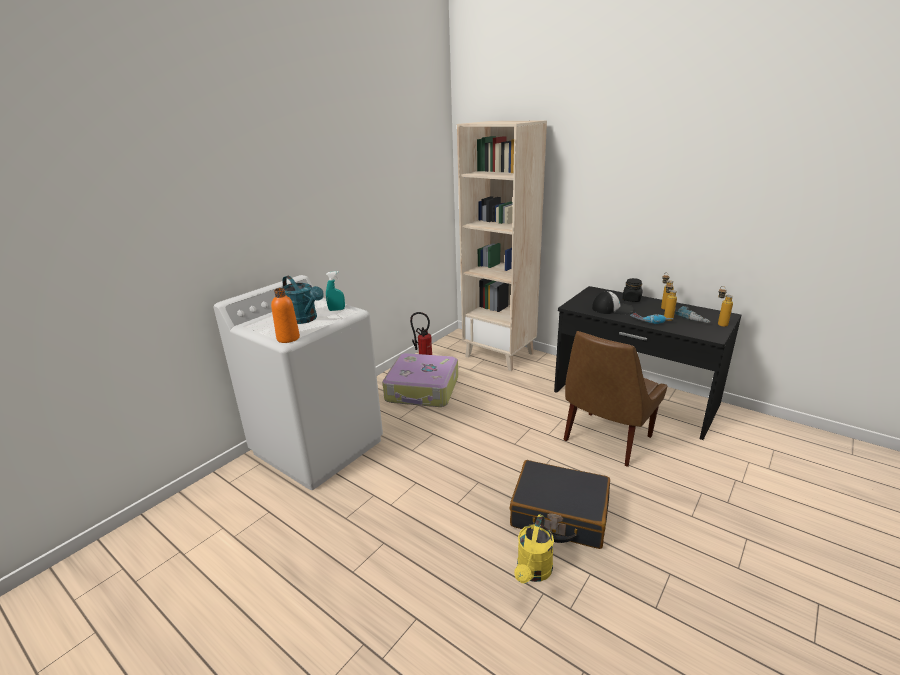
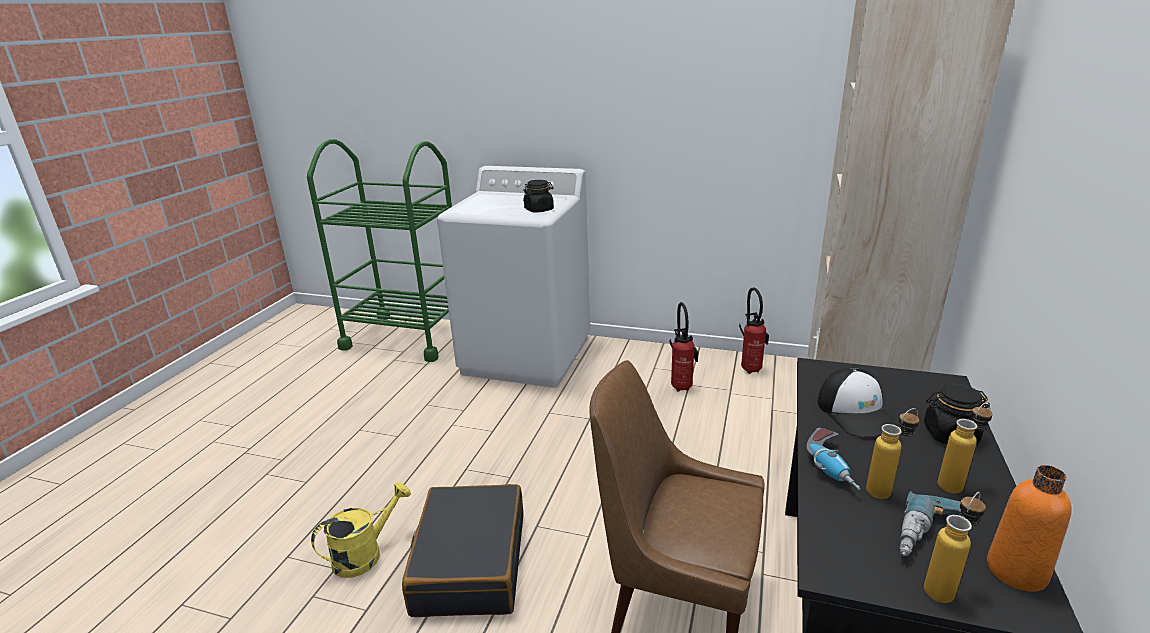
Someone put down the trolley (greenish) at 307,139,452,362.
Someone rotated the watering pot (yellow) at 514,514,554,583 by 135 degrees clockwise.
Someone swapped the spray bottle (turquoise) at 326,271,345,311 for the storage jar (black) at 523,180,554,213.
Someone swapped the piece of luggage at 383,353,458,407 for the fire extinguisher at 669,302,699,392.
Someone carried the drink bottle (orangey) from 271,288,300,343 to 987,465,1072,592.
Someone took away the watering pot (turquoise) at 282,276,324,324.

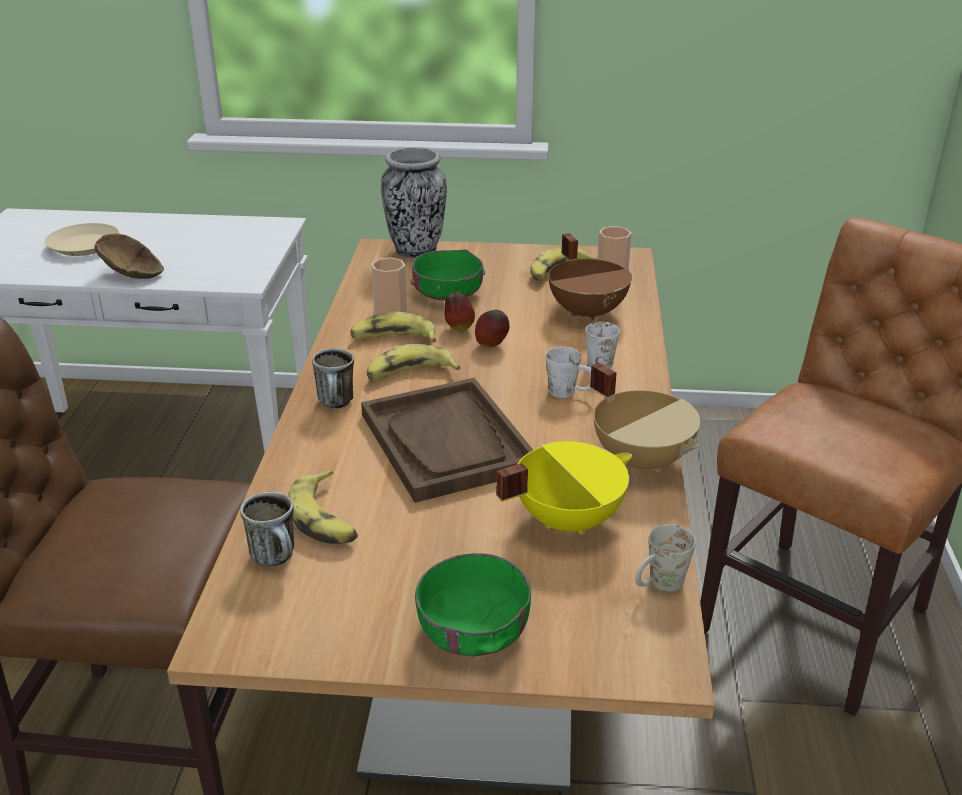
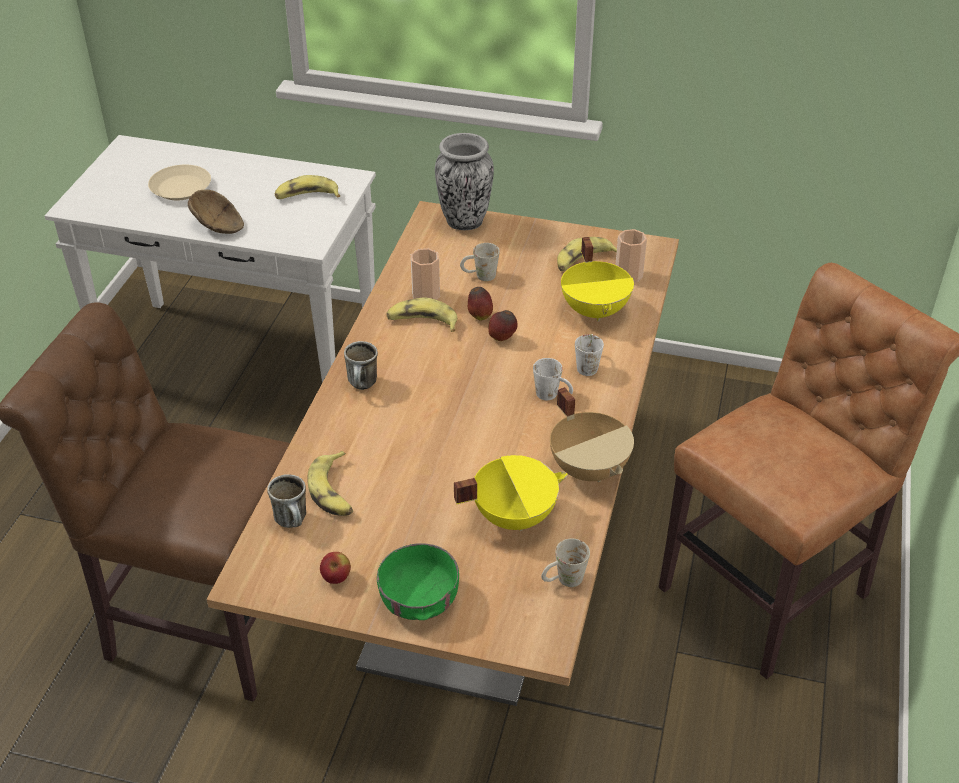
Someone carried the banana from 367,344,460,380 to 275,175,340,199.
Someone put down the apple fruit at 320,552,351,584.
Someone swapped the serving bowl (greenish) at 410,249,485,301 for the tea mug (white-coloured) at 460,243,500,281.
Someone repainted the stockpot (brown-coloured) at 548,233,632,322, which became the stockpot (yellow) at 561,237,634,322.
Someone took away the serving tray (brown-coloured) at 361,378,533,503.

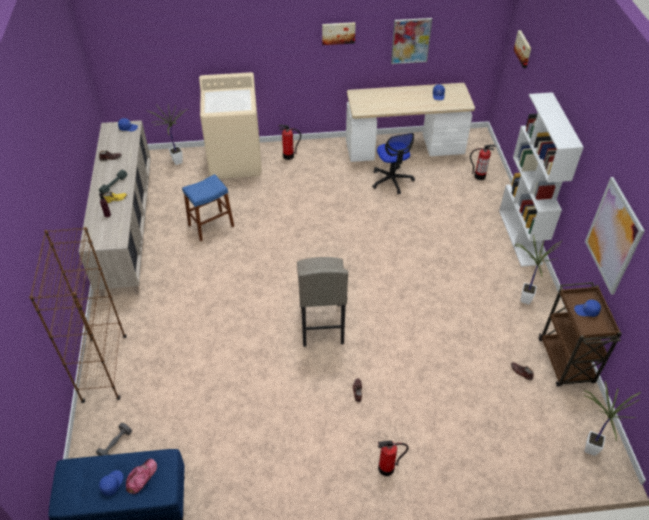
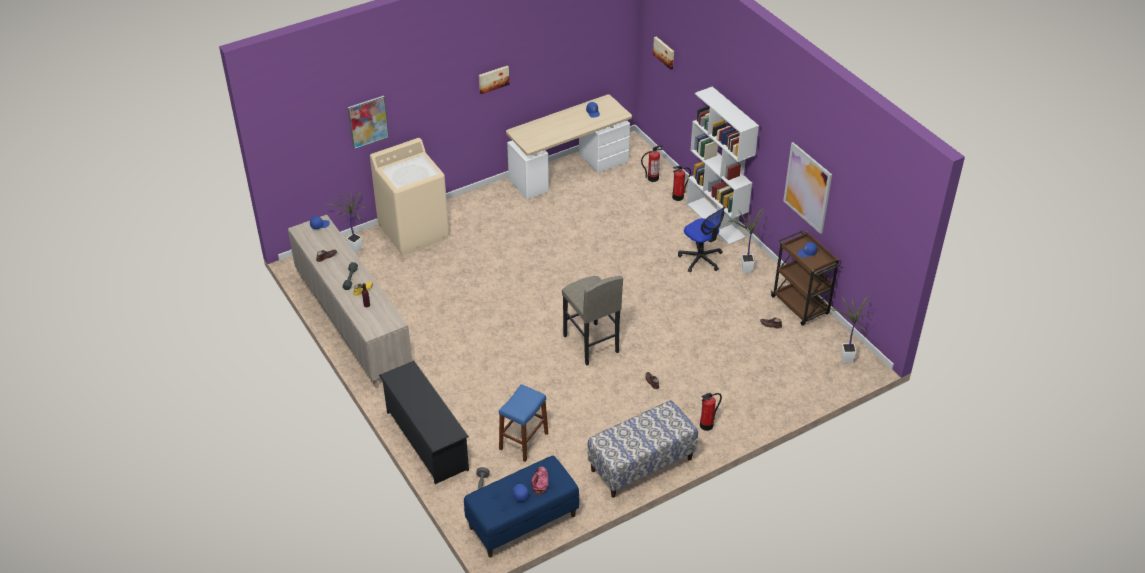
Someone carried the wall art from 391,18,432,64 to 347,96,389,149.
Someone swapped the bookcase (brown-coloured) at 29,227,127,403 for the shoe stand (black) at 379,361,469,484.
Someone carried the sitting stool (bluish) from 182,174,234,241 to 499,384,548,462.
Someone put down the bench at 588,400,698,498.
Someone carried the fire extinguisher from 279,125,301,160 to 672,166,691,201.
Someone carried the office chair from 372,133,415,194 to 678,207,725,273.

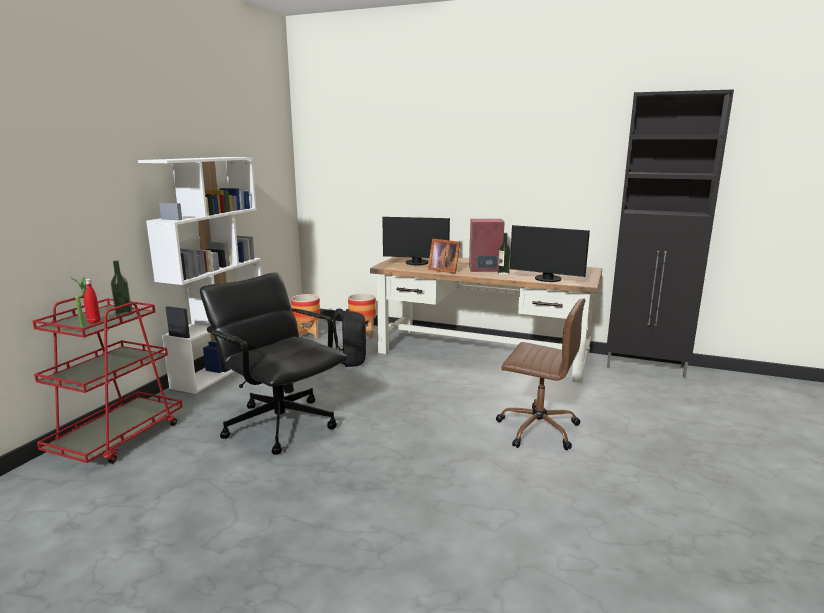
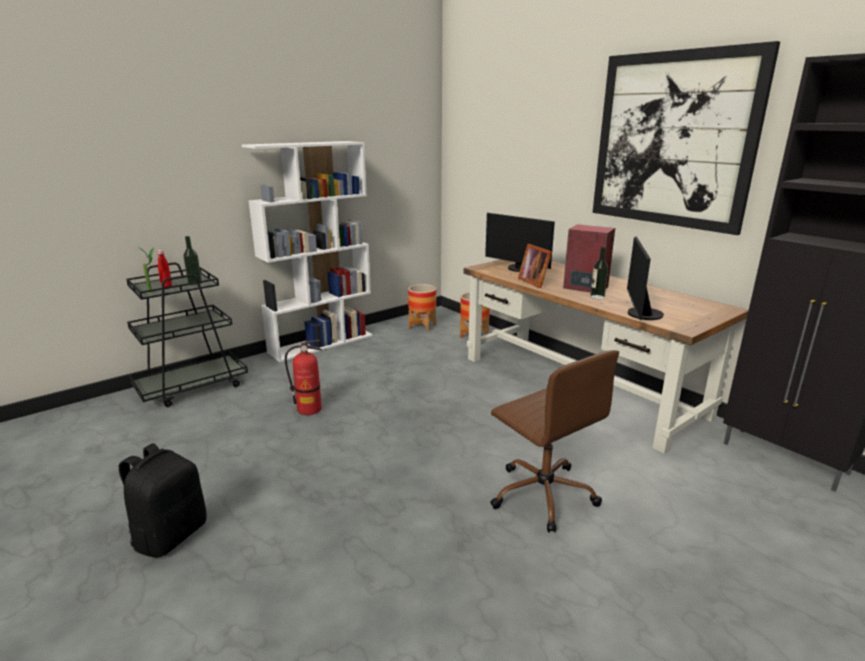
Someone carried the rucksack (black) from 333,309,366,367 to 119,443,207,557.
Someone repainted the trolley (red) at 33,297,183,464, which became the trolley (black) at 126,262,248,407.
Someone swapped the office chair (black) at 200,272,347,455 for the fire extinguisher at 285,340,322,415.
Someone put up the wall art at 593,41,780,235.
Someone rotated the computer screen at 510,225,590,282 by 45 degrees clockwise.

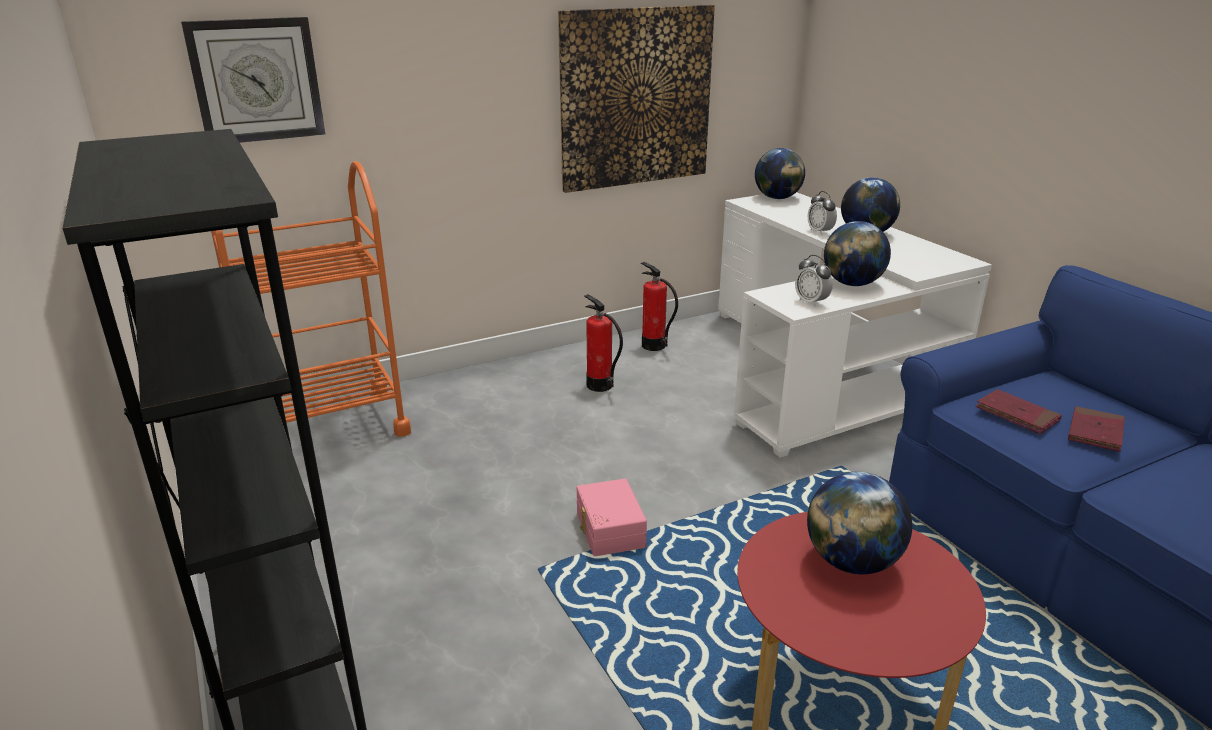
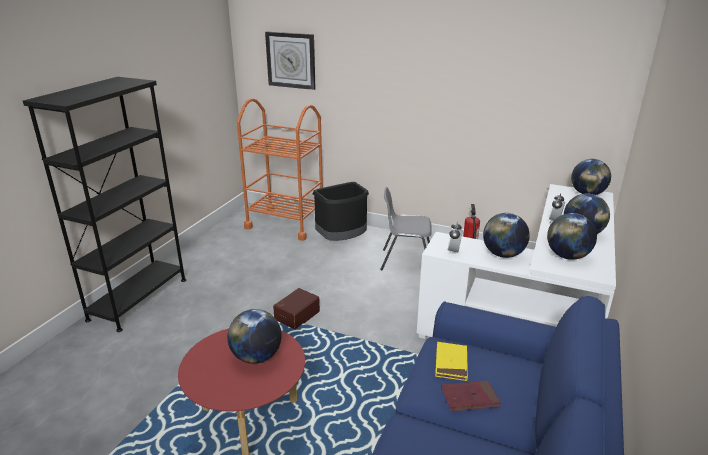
Someone repainted the storage container (pink) at 577,479,647,556, which became the storage container (brown-coloured) at 273,288,320,329.
Someone put down the waste bin (black) at 313,182,369,241.
Someone swapped the fire extinguisher at 584,294,623,392 for the plain chair (gray) at 380,187,432,271.
Someone repainted the volume (red) at 976,389,1062,434, which became the volume (yellow) at 435,342,468,381.
Someone put down the globe at 547,213,597,260.
Someone took away the wall art at 558,5,715,193.

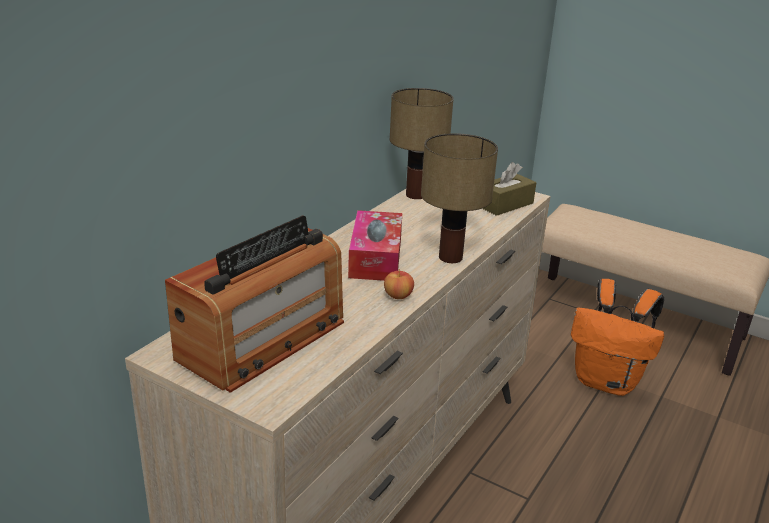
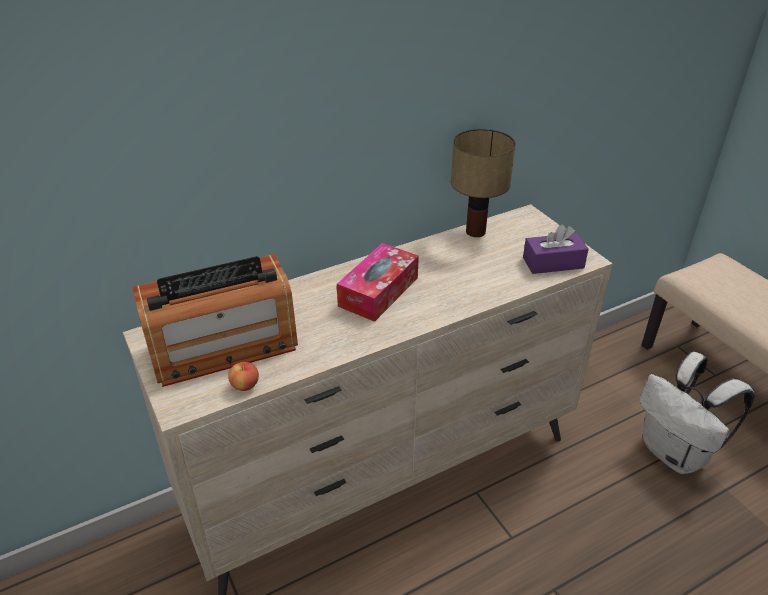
Someone carried the apple fruit from 384,269,414,299 to 228,362,259,391.
Someone repainted the tissue box (brown-coloured) at 482,162,536,216, which became the tissue box (purple) at 523,224,589,274.
Someone repainted the rucksack (orangey) at 571,279,664,396, which became the rucksack (white-coloured) at 640,352,755,474.
Someone took away the table lamp at 421,133,498,263.

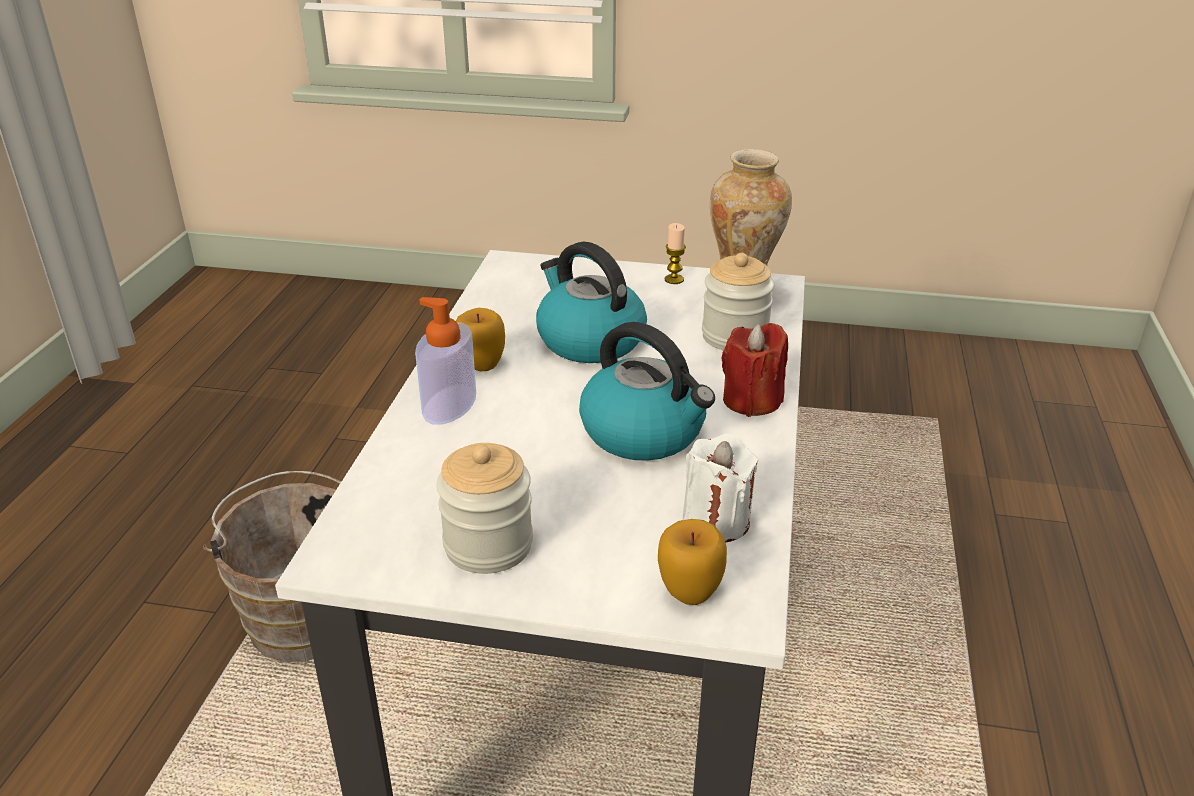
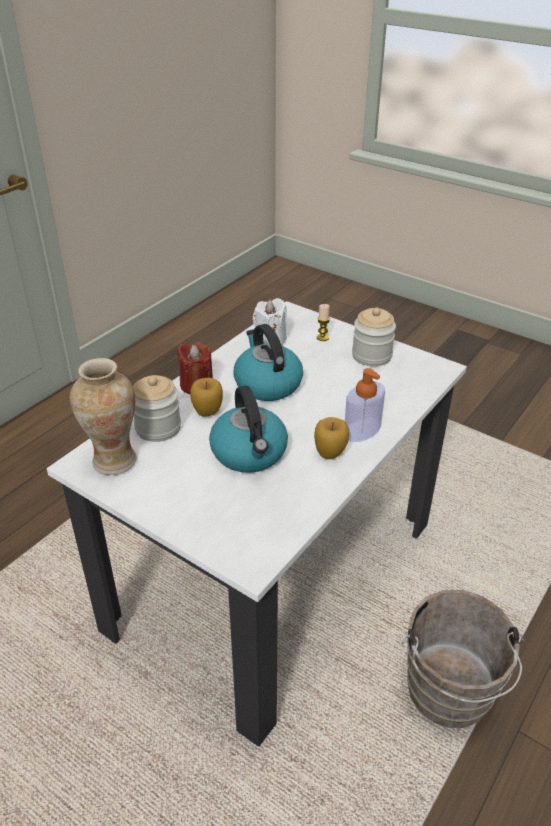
Someone carried the apple fruit from 658,519,727,605 to 190,378,223,417.
Someone carried the wax light from 665,223,686,284 to 317,304,330,341.

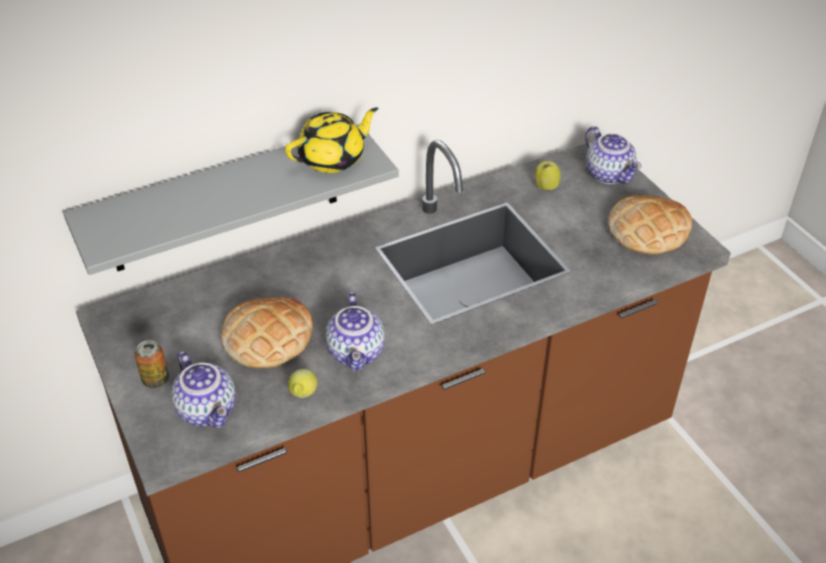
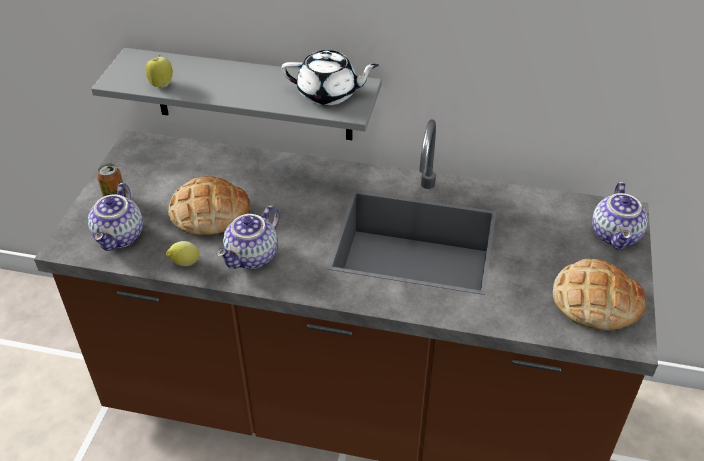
Someone carried the apple fruit from 535,159,561,190 to 145,55,173,88.
Someone repainted the teapot (yellow) at 285,107,378,173, which became the teapot (white-coloured) at 281,50,379,105.

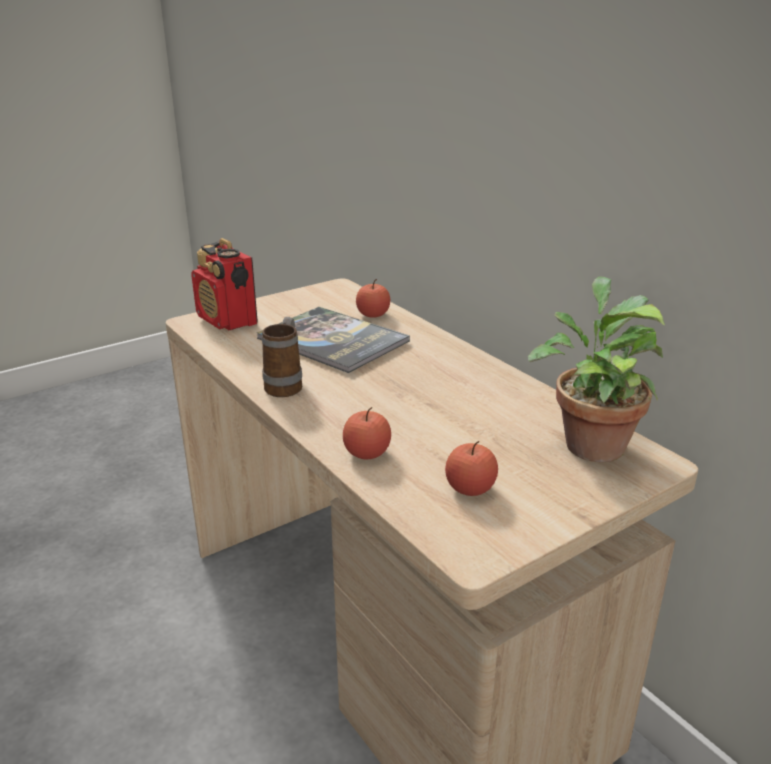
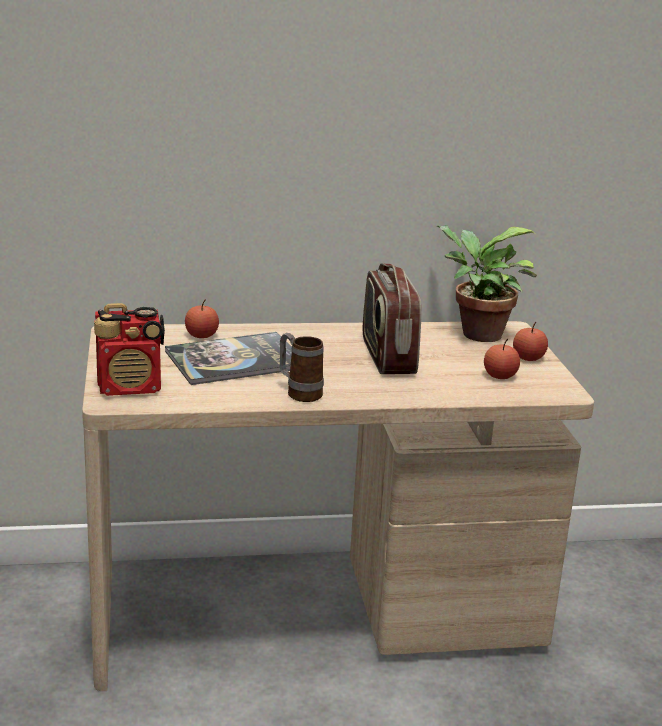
Someone put down the radio set at 363,263,422,374.
Someone carried the apple fruit from 343,407,391,459 to 513,322,548,361.

